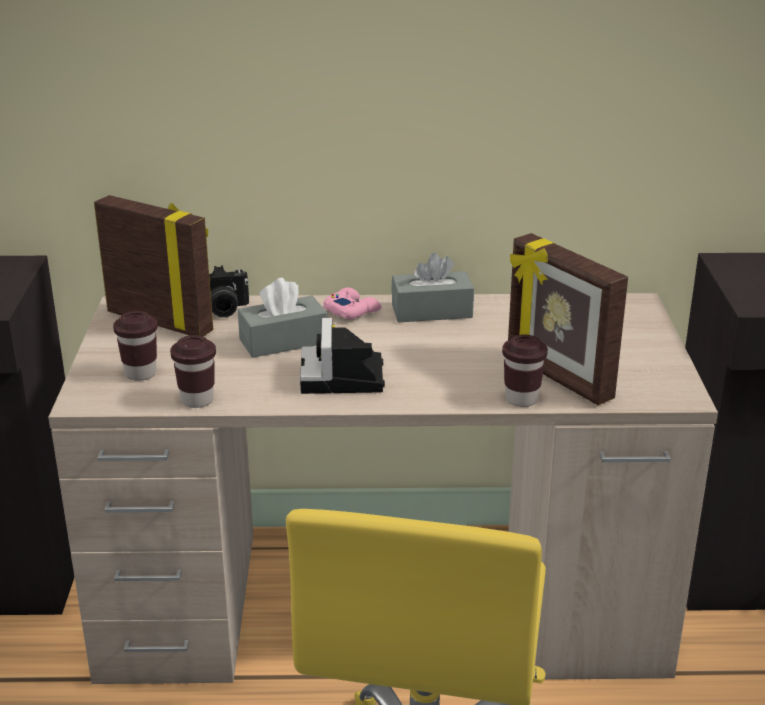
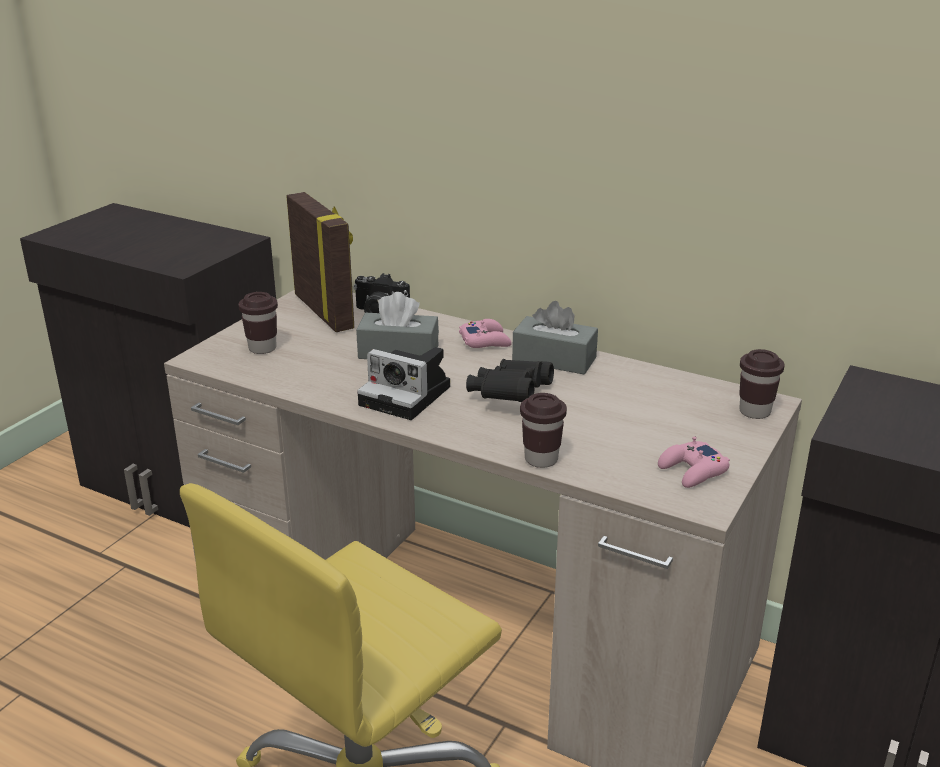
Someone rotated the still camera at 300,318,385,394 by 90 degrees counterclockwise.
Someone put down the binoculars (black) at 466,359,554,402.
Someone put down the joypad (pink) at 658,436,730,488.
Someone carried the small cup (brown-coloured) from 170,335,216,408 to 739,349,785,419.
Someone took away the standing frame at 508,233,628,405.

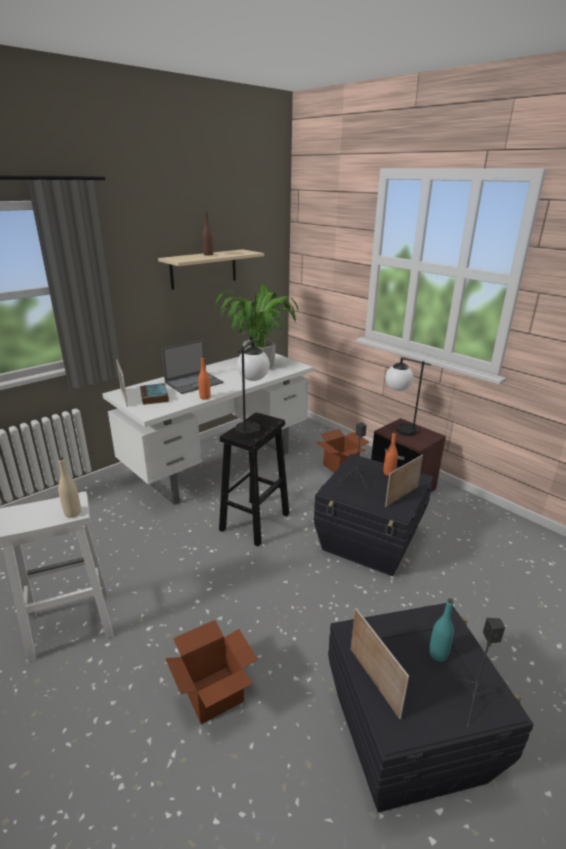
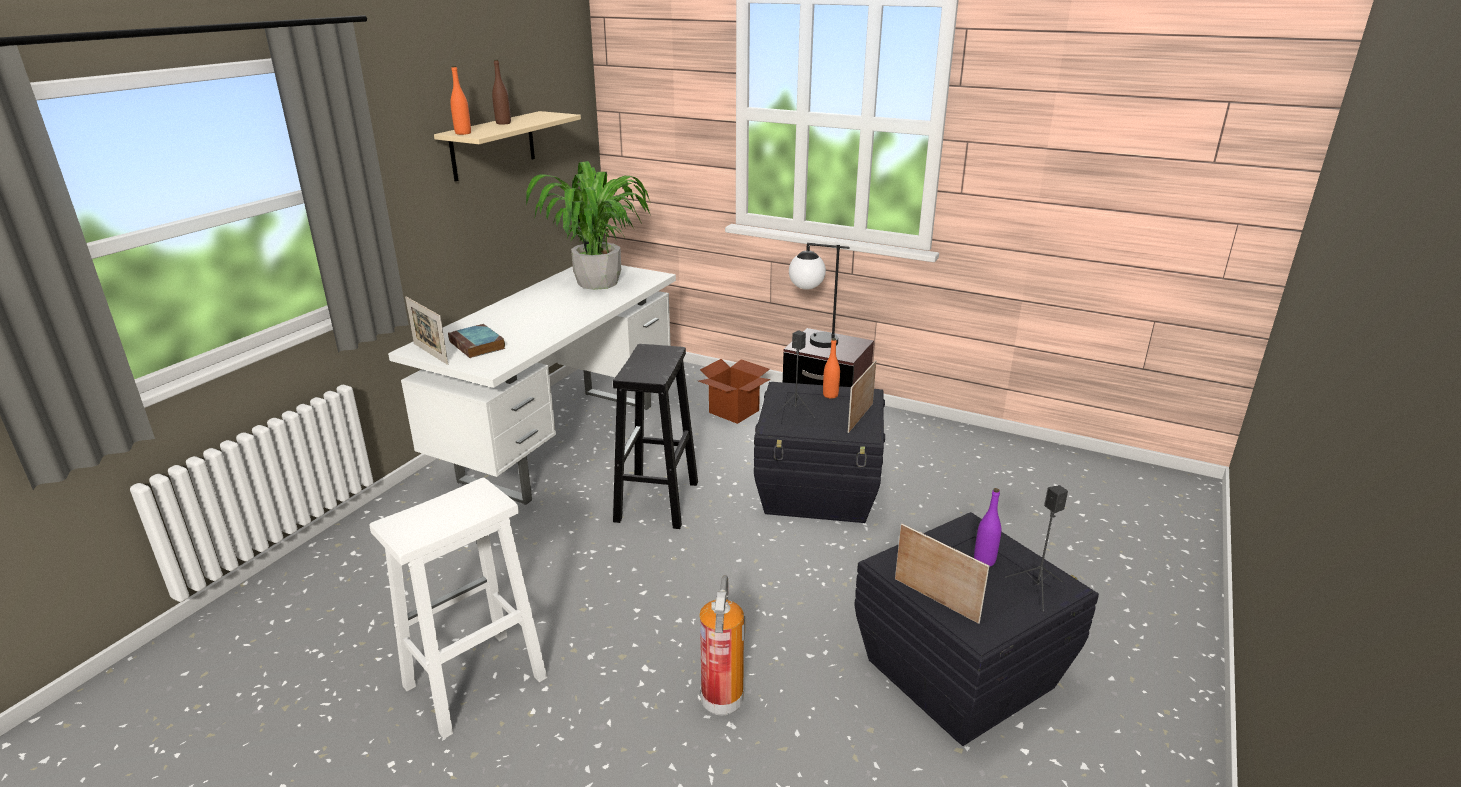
Someone carried the drink bottle (orangey) from 198,356,210,400 to 450,66,471,135.
Someone swapped the carton at 165,620,258,724 for the fire extinguisher at 699,575,745,716.
Someone repainted the drink bottle (turquoise) at 429,598,454,662, which became the drink bottle (purple) at 974,488,1001,567.
Someone took away the drink bottle (sand-coloured) at 58,457,81,518.
Someone took away the laptop at 161,340,223,394.
Someone took away the table lamp at 235,340,270,437.

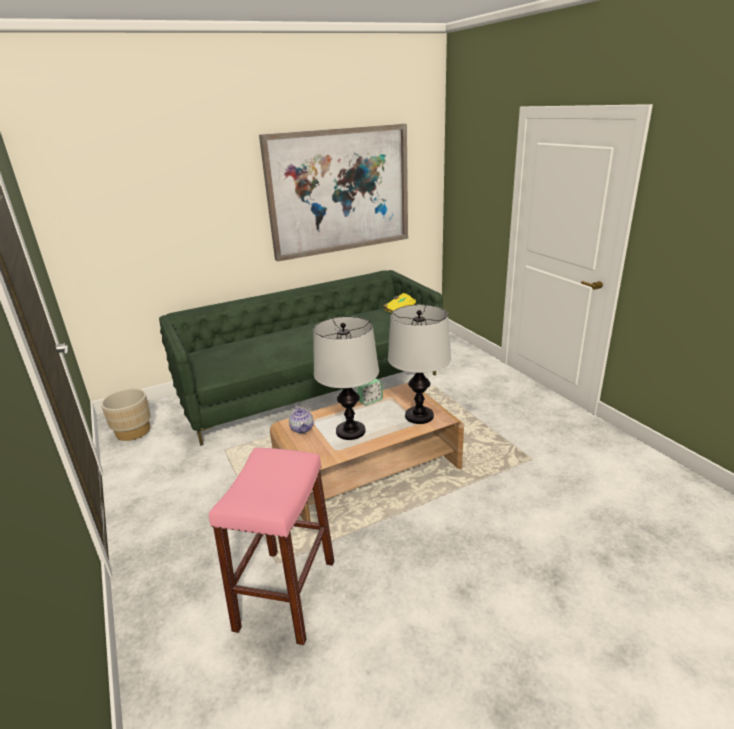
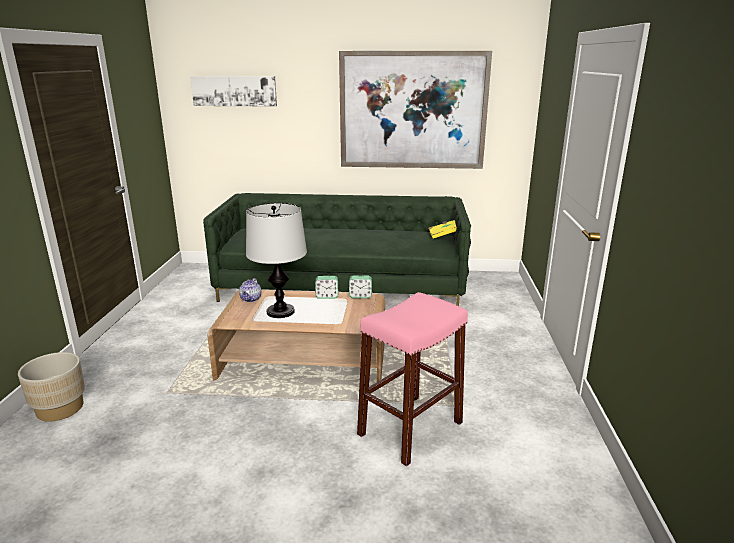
Someone carried the planter (sand-coloured) from 101,388,151,441 to 18,352,85,422.
Someone put up the wall art at 190,76,277,107.
Someone put down the table clock at 349,275,372,299.
Someone carried the sitting stool (pink) from 209,448,334,645 to 357,292,468,467.
Someone took away the table lamp at 388,305,451,424.

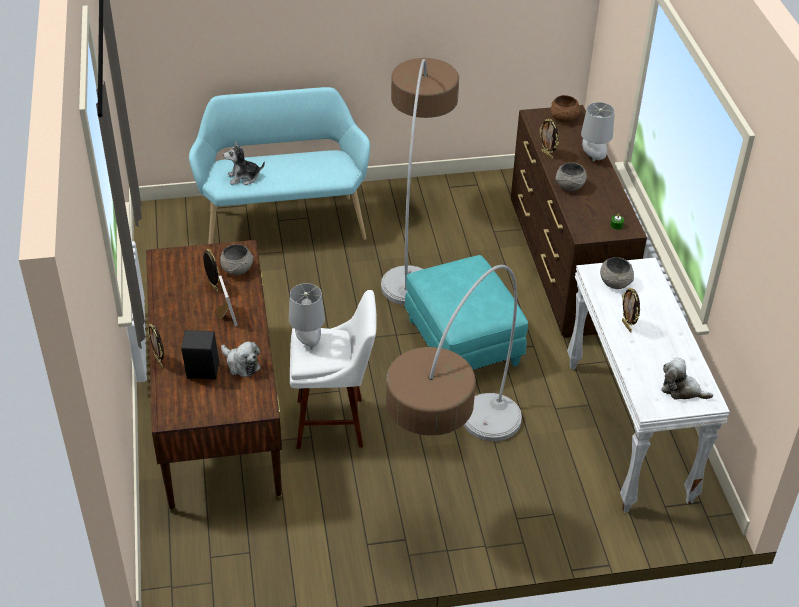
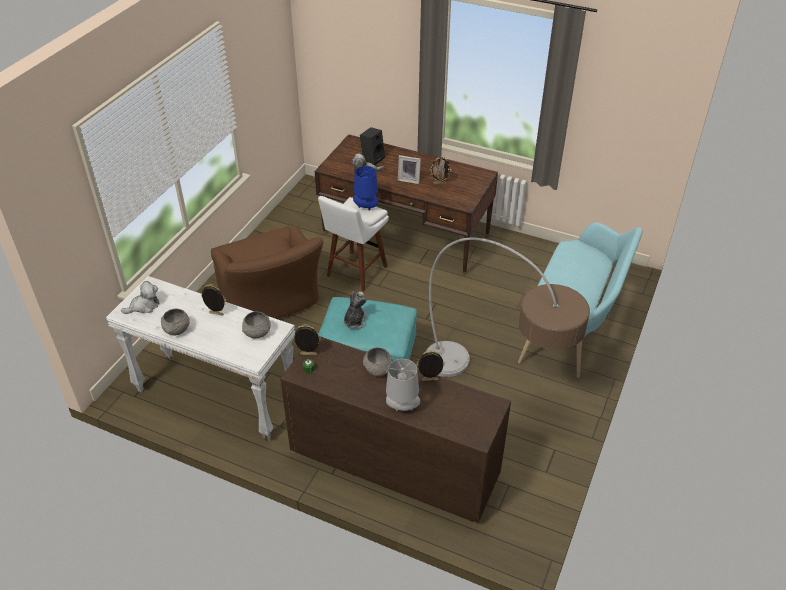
Someone carried the serving bowl (gray) from 220,244,254,275 to 161,309,190,336.
Someone swapped the standard lamp at 386,265,522,442 for the lounge chair (brown-coloured) at 211,226,323,319.
Someone carried the standing frame from 148,324,164,368 to 293,324,321,355.
Someone carried the plush toy from 223,141,265,185 to 343,292,367,329.
Someone repainted the table lamp (gray) at 289,283,325,350, which became the table lamp (bluish) at 353,166,378,211.
Someone took away the serving bowl (brown-coloured) at 551,95,580,122.

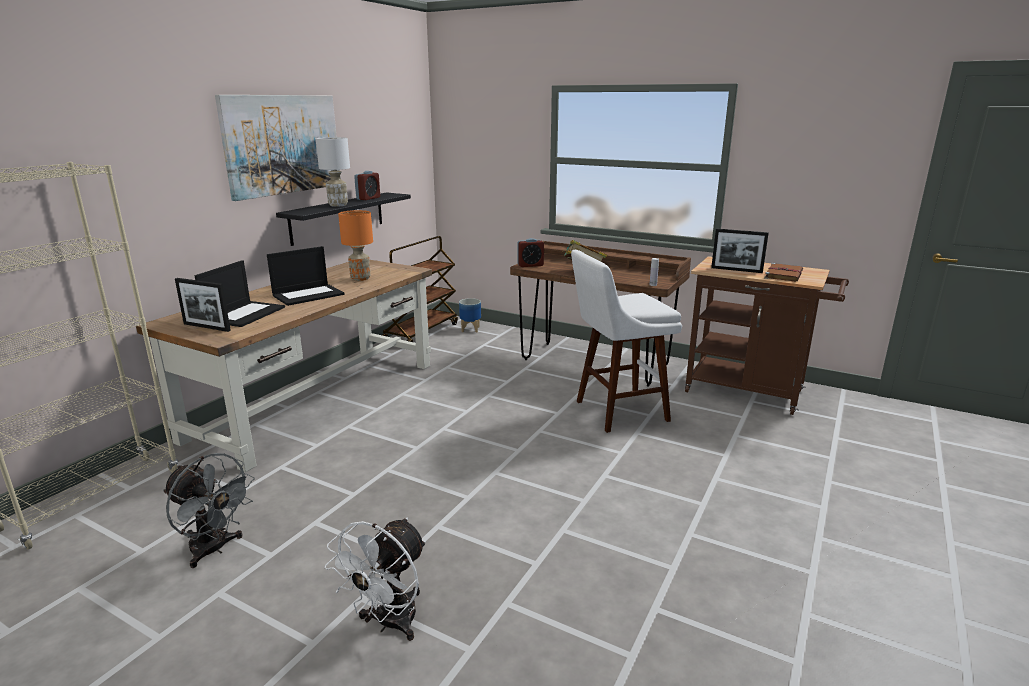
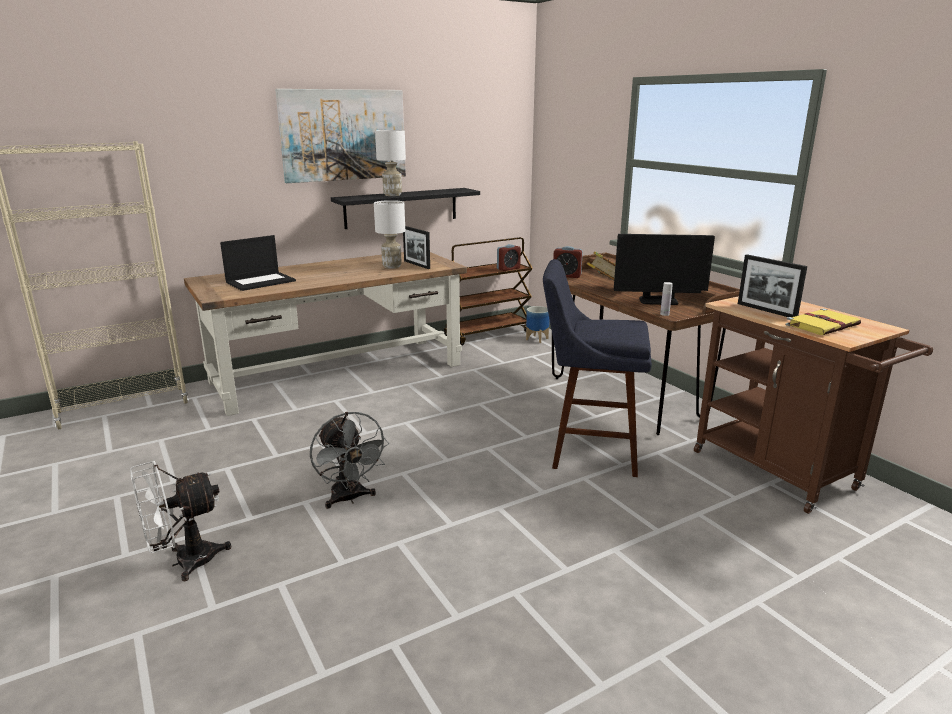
Someone carried the cooling fan (gray) from 163,453,255,568 to 310,412,389,509.
Someone repainted the table lamp (orangey) at 338,210,373,281, which became the table lamp (white-coloured) at 374,200,405,269.
Someone carried the standing frame from 175,278,231,332 to 403,226,430,269.
Someone carried the table clock from 354,171,380,200 to 497,244,521,271.
Someone repainted the sitting stool (white-coloured) at 571,250,682,433, which became the sitting stool (bluish) at 543,259,652,477.
Someone put down the computer screen at 614,234,715,305.
Someone repainted the volume (brown-coloured) at 764,263,803,282, which became the volume (yellow) at 786,308,861,335.
Someone took away the laptop at 267,246,345,306.

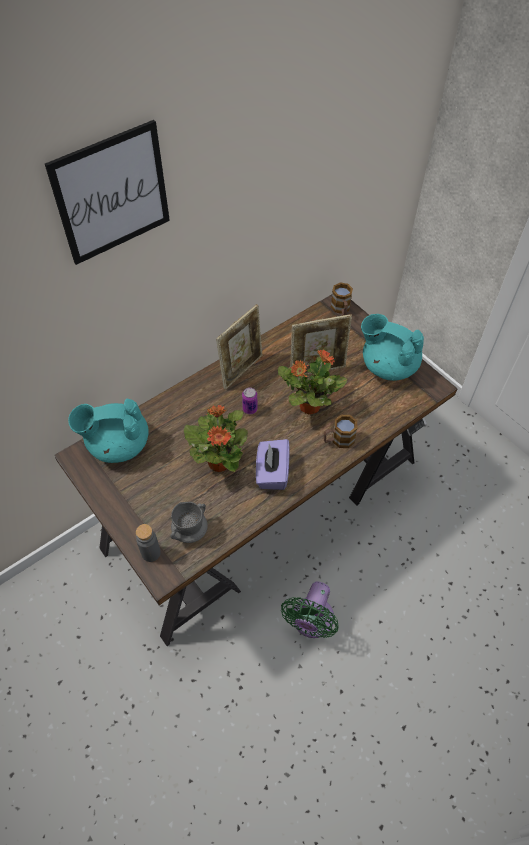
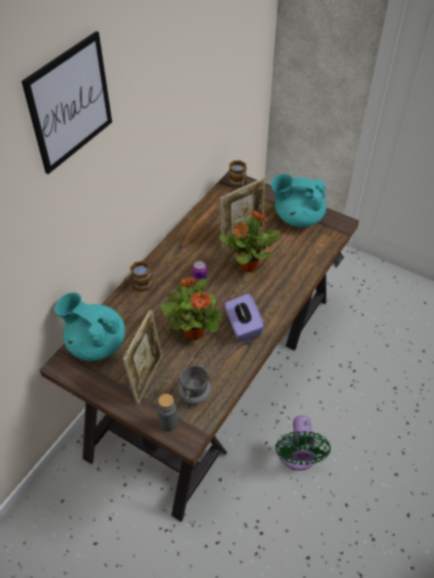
Someone rotated the teapot (turquoise) at 68,399,149,463 by 60 degrees clockwise.
Someone carried the standing frame from 216,304,262,390 to 122,309,162,404.
Someone carried the tea mug from 324,415,358,448 to 124,261,153,292.

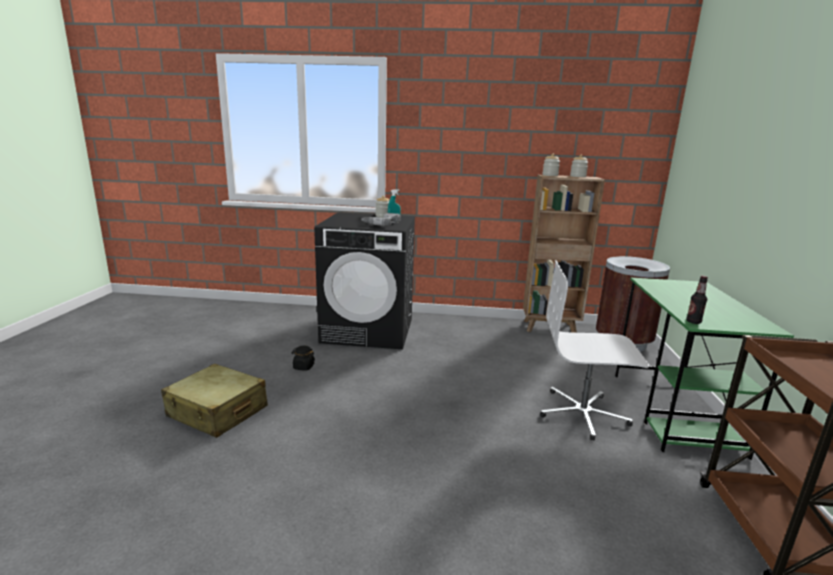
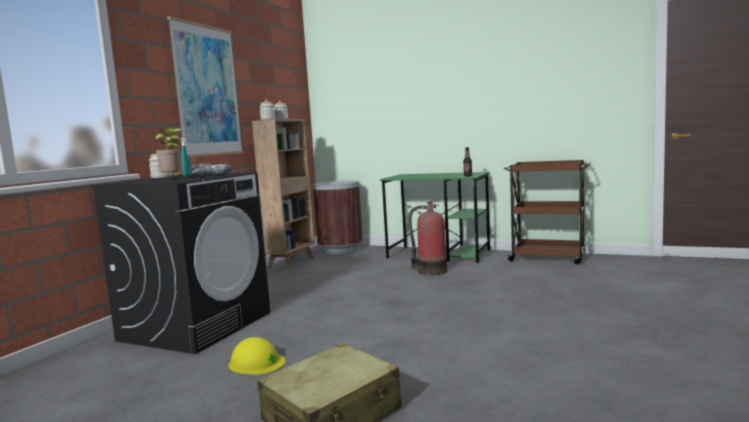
Someone put down the plant in a pot at 156,128,183,176.
Someone put up the wall art at 167,16,243,157.
Someone swapped the storage jar (black) at 291,346,315,370 for the hard hat (yellow) at 229,337,286,375.
Someone swapped the office chair (white-coloured) at 540,260,649,441 for the fire extinguisher at 408,201,447,276.

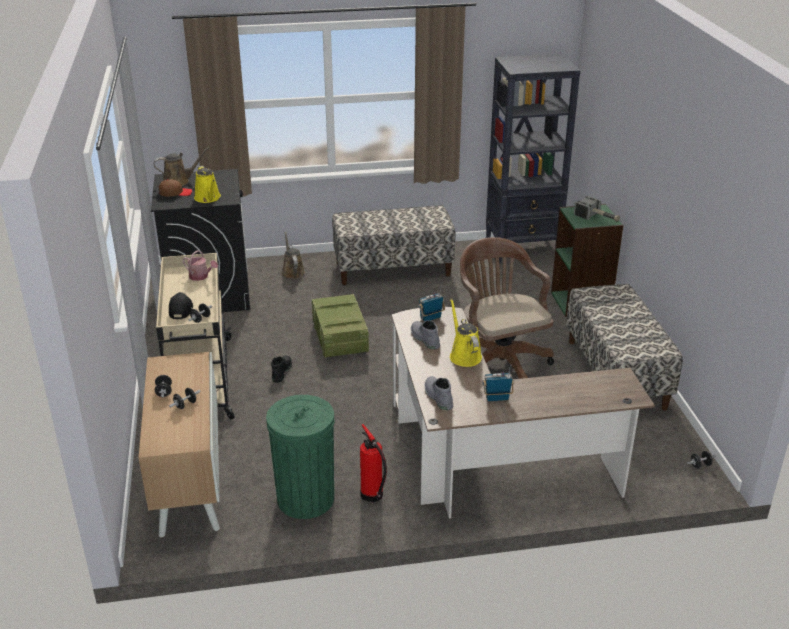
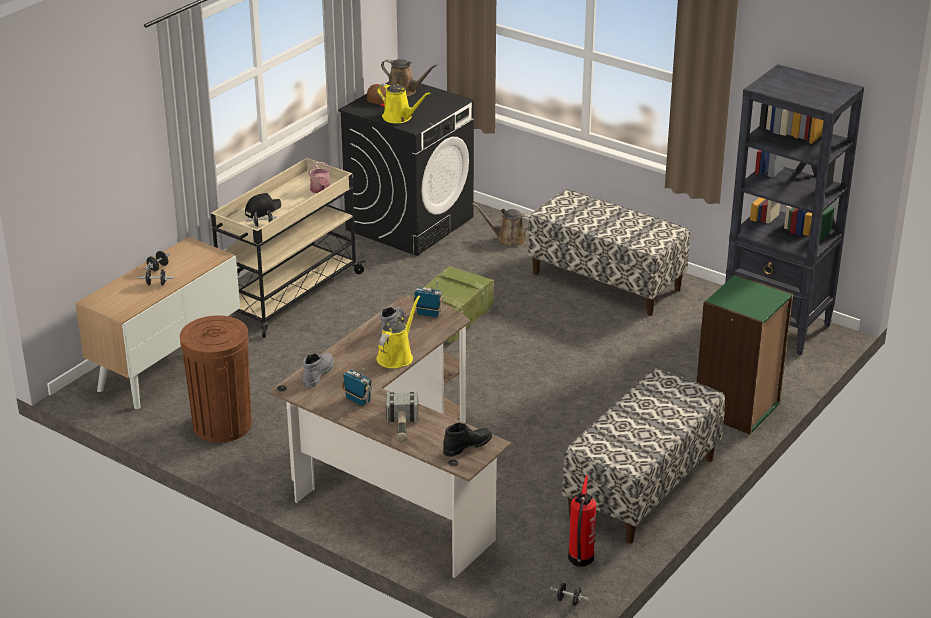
Someone repainted the waste bin (greenish) at 266,395,335,519, which became the waste bin (brown-coloured) at 180,315,252,443.
Someone rotated the watering pot (yellow) at 194,166,221,203 by 75 degrees counterclockwise.
Someone carried the tool hammer from 574,196,620,222 to 386,391,418,442.
Someone carried the tall boot (black) from 271,355,292,383 to 443,422,492,457.
Someone rotated the watering pot (brown-coloured) at 282,232,305,279 by 105 degrees counterclockwise.
Someone carried the fire extinguisher from 360,424,387,502 to 568,475,596,567.
Someone took away the office chair (brown-coloured) at 460,237,554,379.

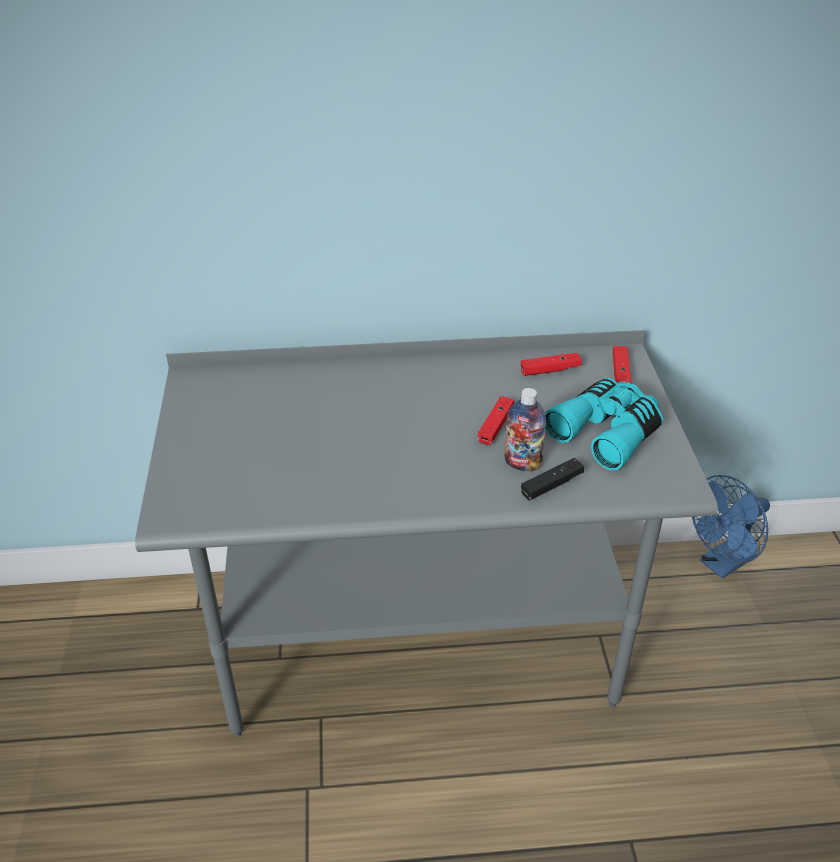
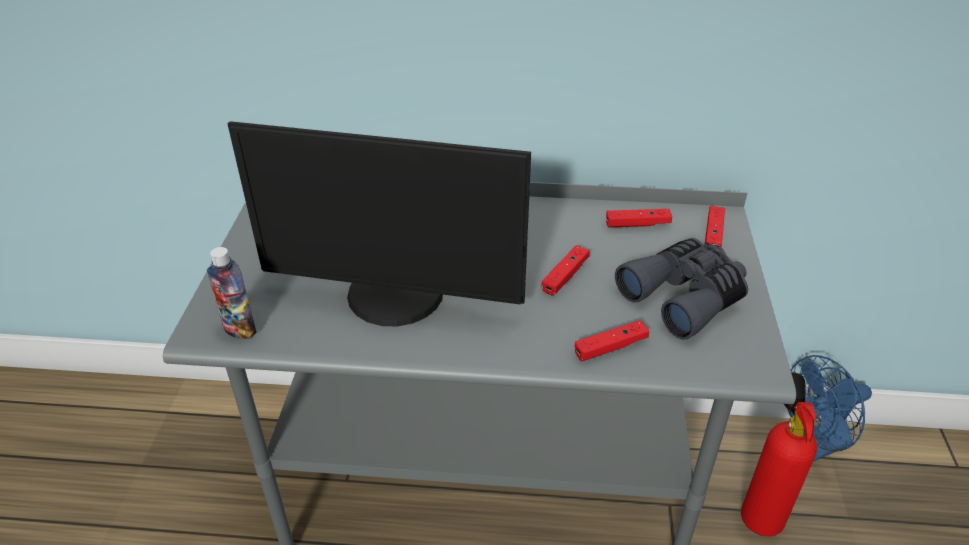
Someone carried the drink bottle from 504,388,546,471 to 207,247,257,339.
Someone put down the computer screen at 228,121,531,326.
Someone repainted the joypad (black) at 521,458,584,501, which became the joypad (red) at 574,320,649,361.
Someone repainted the binoculars (turquoise) at 545,378,663,471, which became the binoculars (gray) at 615,238,748,339.
Someone put down the fire extinguisher at 741,372,817,536.

